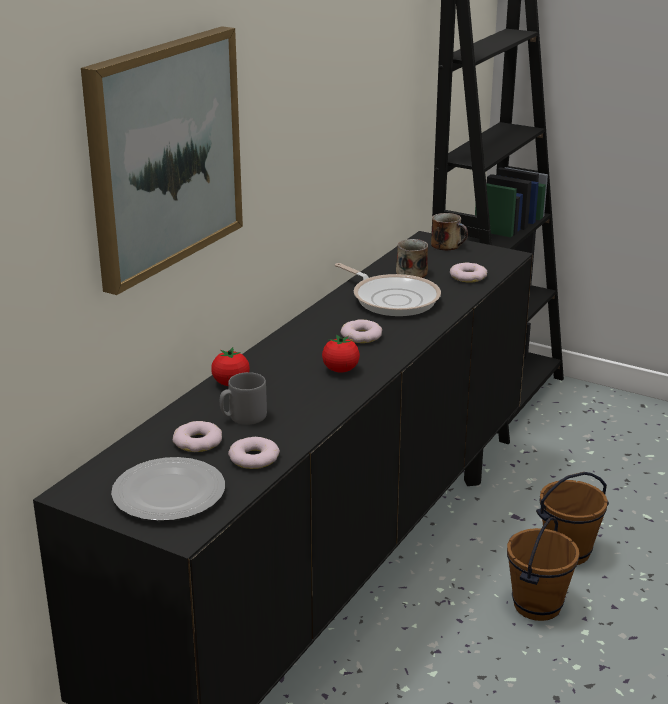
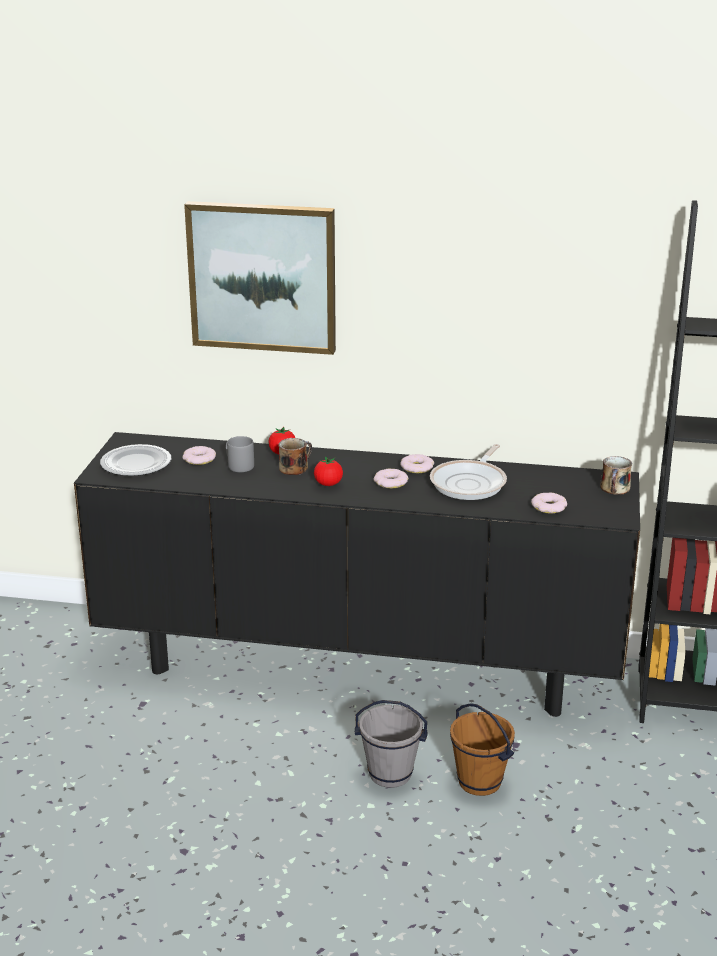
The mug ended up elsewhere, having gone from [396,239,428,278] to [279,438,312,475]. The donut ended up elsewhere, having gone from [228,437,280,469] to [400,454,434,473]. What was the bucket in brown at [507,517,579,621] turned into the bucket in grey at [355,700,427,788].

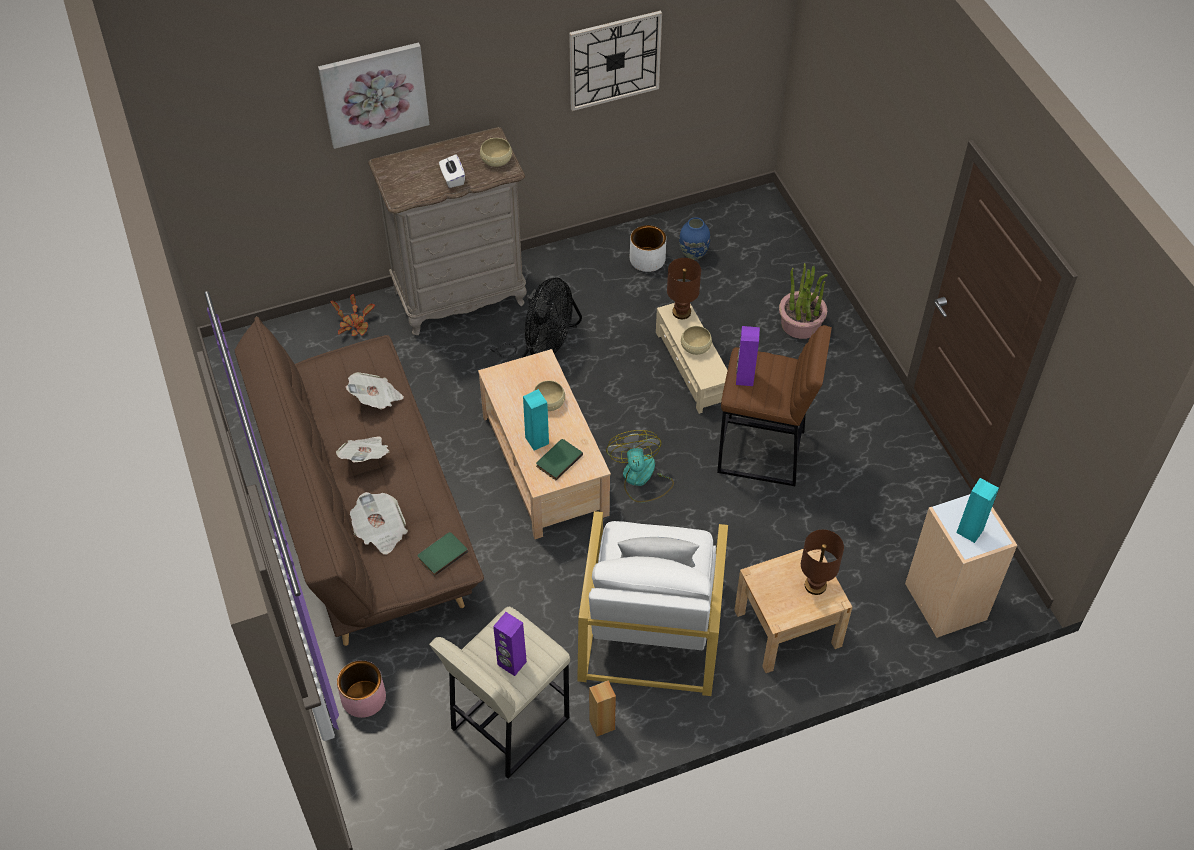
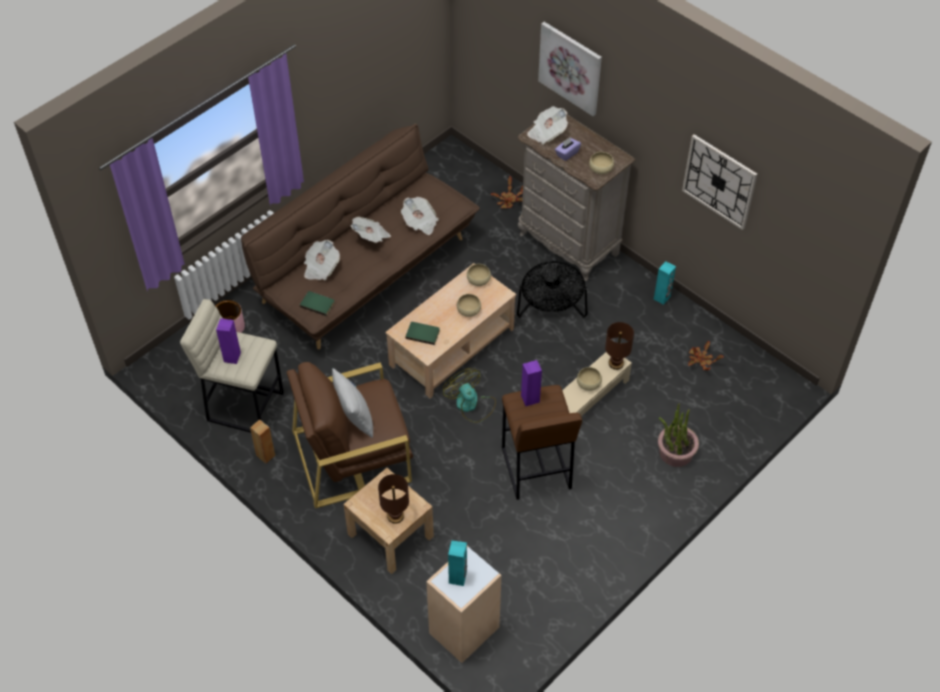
What was the tissue box in white at [439,154,465,188] turned into the tissue box in purple at [555,137,581,161]. Where the vase in blue stood at [679,217,710,260], the potted plant came to stand at [688,341,724,370]. The second view lost the planter in white at [630,225,666,272]. The speaker in turquoise ended up elsewhere, having gone from [523,389,549,450] to [654,261,676,305]. The fan at [606,430,674,502] ended up facing another way, 90 degrees counterclockwise from before. What was the armchair in white at [577,511,728,696] turned into the armchair in brown at [286,362,413,508]. The second view gained the newspaper at [527,106,568,145]. The second view gained the bowl in beige at [467,264,491,286].

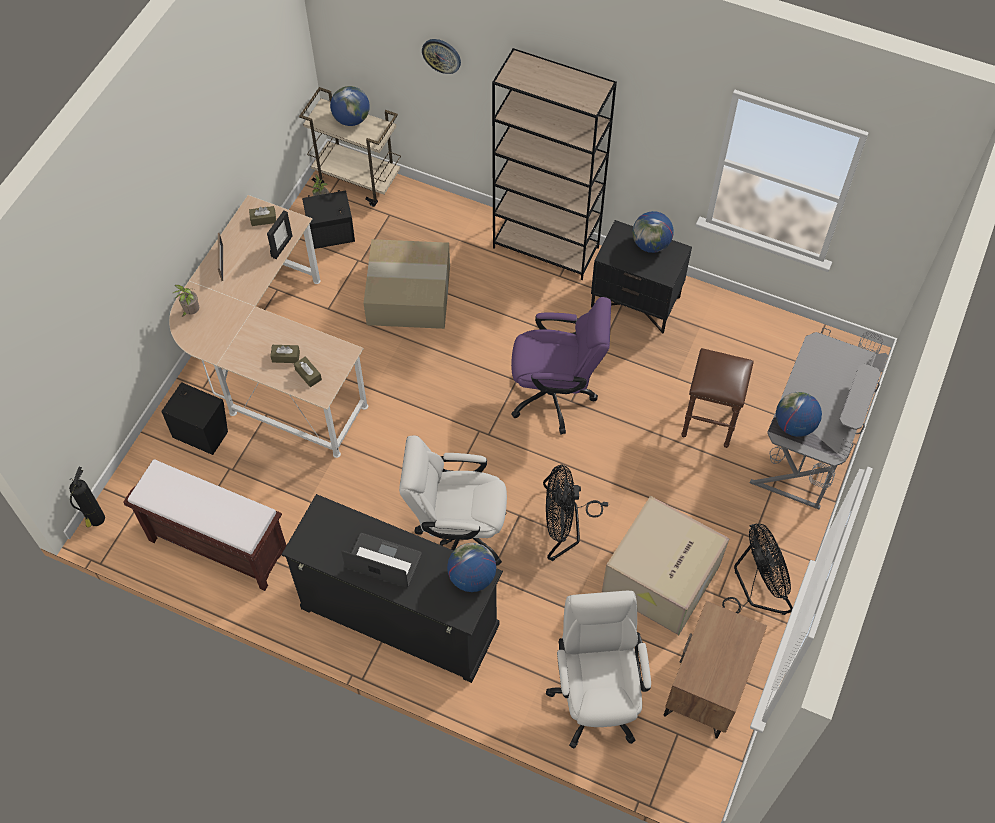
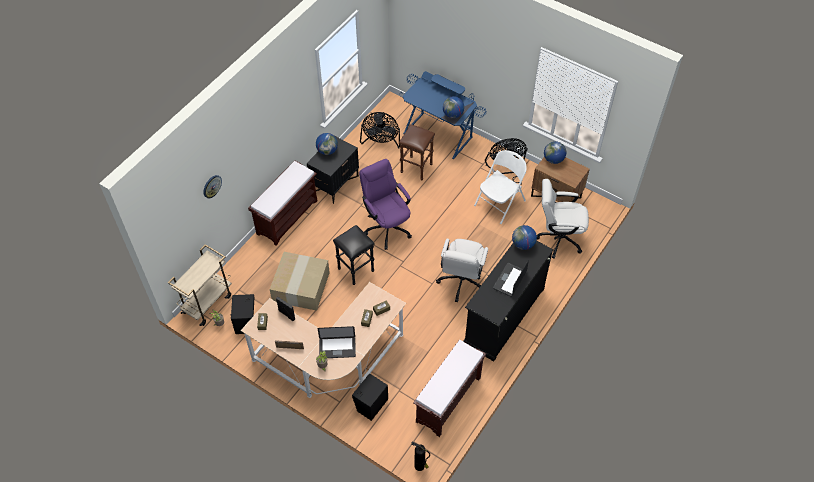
Where the bookcase in beige stood at [492,48,617,280], the bench in brown came to stand at [248,160,317,246]. The globe ended up elsewhere, having gone from [330,86,370,126] to [544,141,566,164]. The office chair in purple at [511,297,611,434] ended up facing another way, 45 degrees counterclockwise from before. What was the desk in grey at [750,328,888,509] turned into the desk in blue at [399,71,486,160]. The fan in black ended up elsewhere, having gone from [543,464,610,561] to [360,112,400,149]. Where the cardboard box stood at [602,496,730,635], the chair in white came to stand at [474,150,527,224]. The second view gained the stool in black at [333,225,375,285]. The second view gained the laptop at [318,326,356,358].

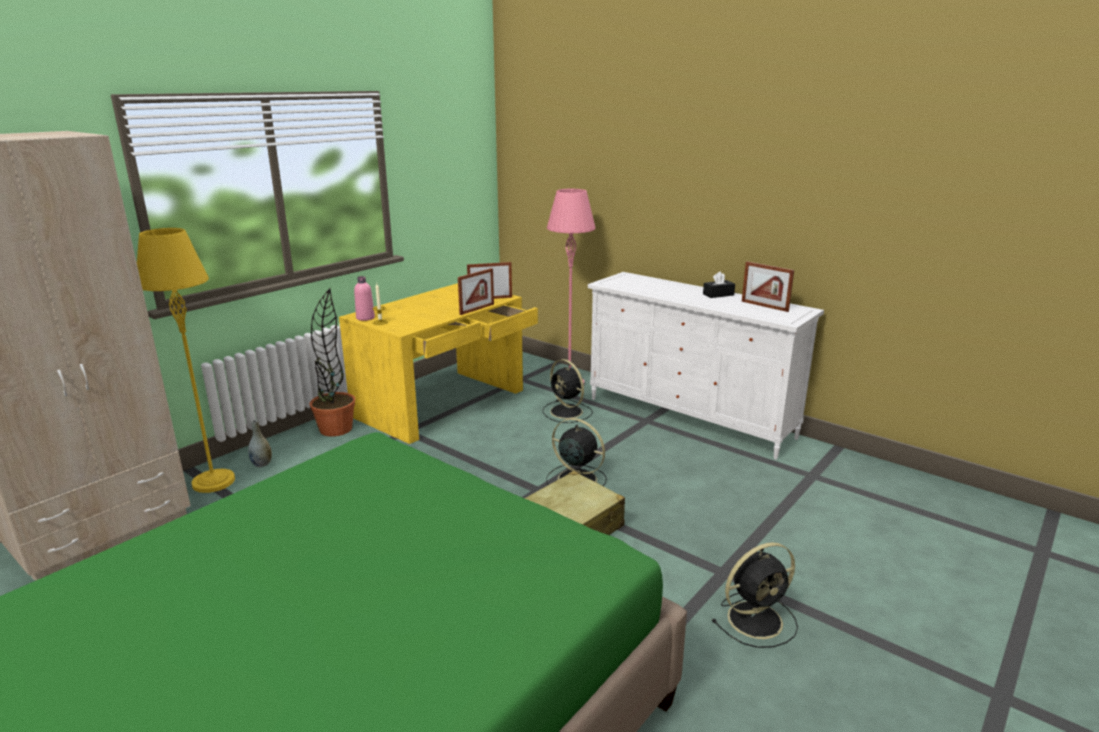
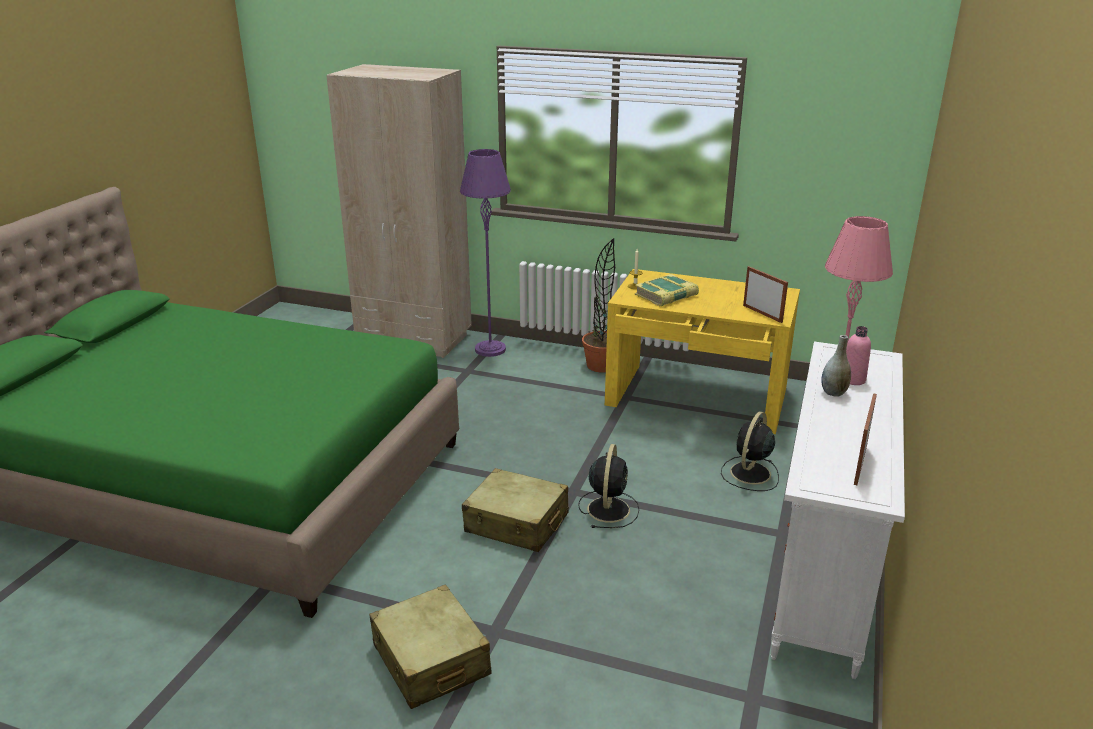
What was the floor lamp in yellow at [137,228,235,493] turned into the floor lamp in purple at [460,149,511,357]. The second view lost the picture frame at [458,268,494,315]. The second view lost the tissue box in black at [703,271,735,298]. The bottle in pink ended up elsewhere, having gone from [354,276,375,321] to [846,326,871,385]. The vase in grey ended up elsewhere, having gone from [248,420,272,467] to [821,335,851,397]. Where the fan in black stood at [711,542,798,648], the suitcase in beige came to stand at [369,584,492,709]. The second view gained the book at [635,274,699,306].

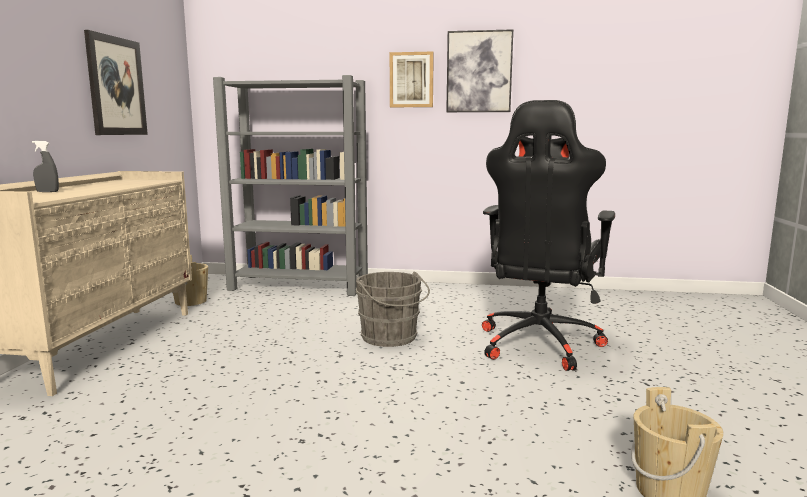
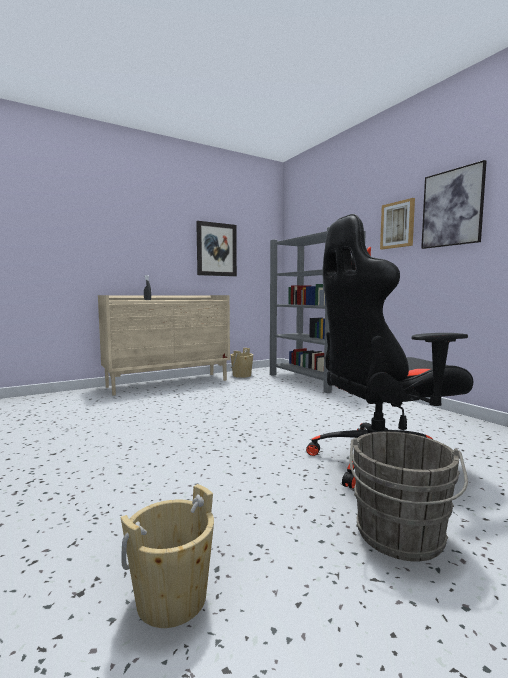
The bucket in grey ended up elsewhere, having gone from [355,272,430,347] to [350,432,468,562].

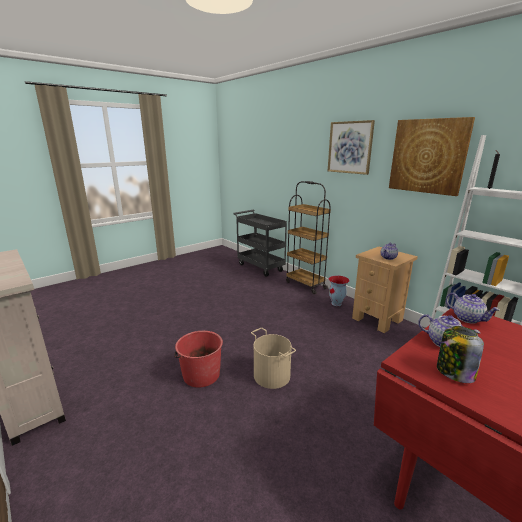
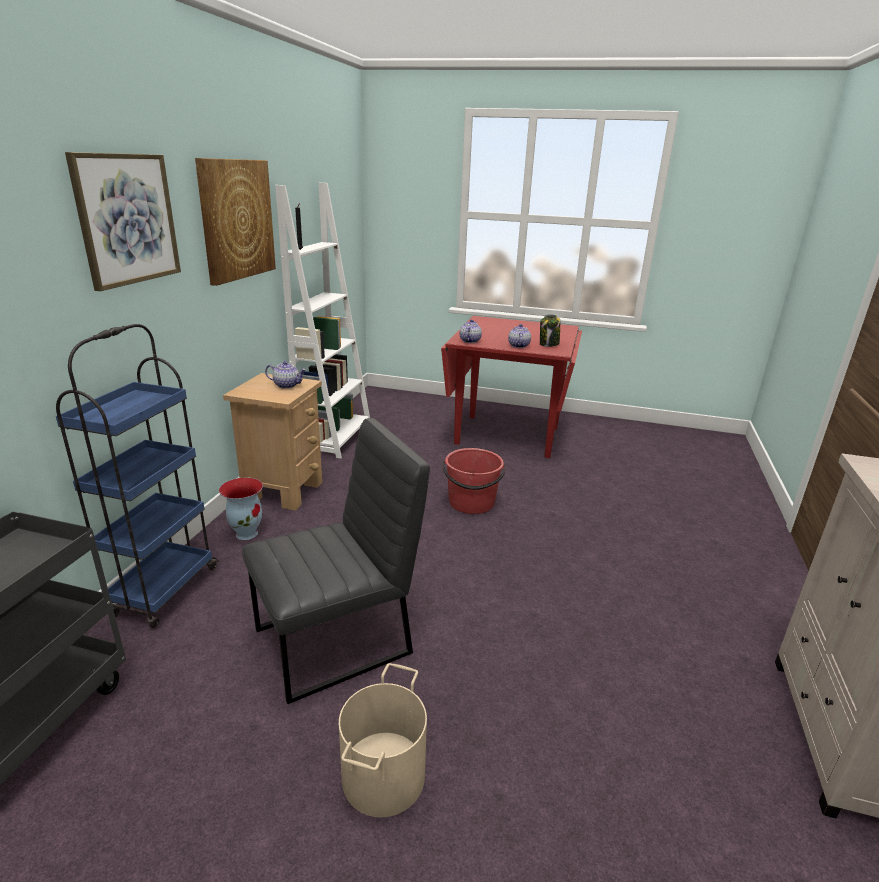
What was the cart in brown at [286,181,331,294] turned into the cart in blue at [56,324,219,628]. The bucket in beige ended up elsewhere, having gone from [251,328,296,389] to [339,663,427,818]. The bucket in red ended up elsewhere, having gone from [174,331,223,388] to [443,448,505,514]. The second view gained the chair in grey at [242,418,430,704].

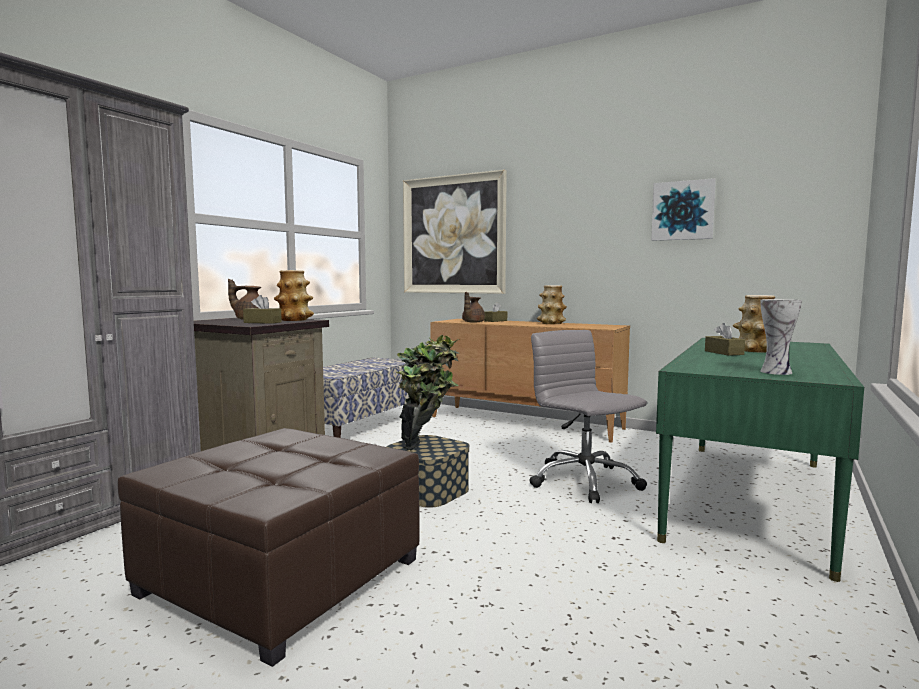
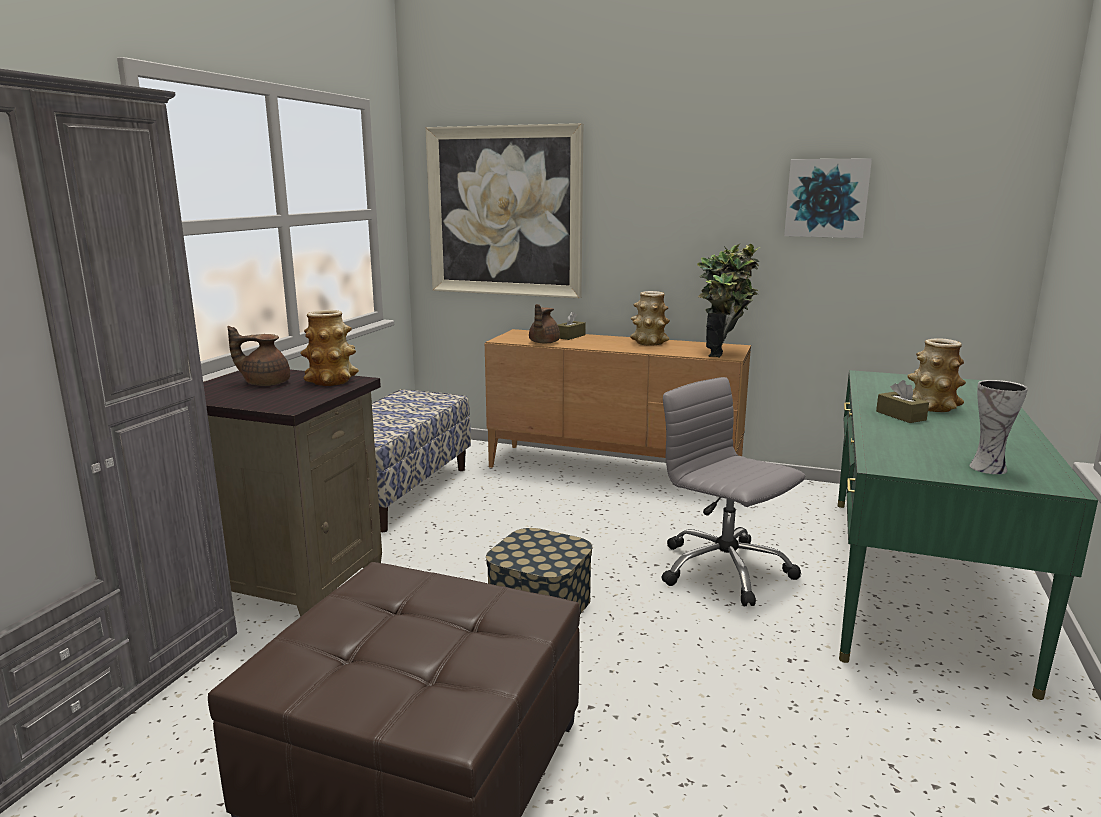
The second view lost the tissue box in brown at [243,295,282,324]. The potted plant ended up elsewhere, having gone from [396,335,460,450] to [697,243,760,358].

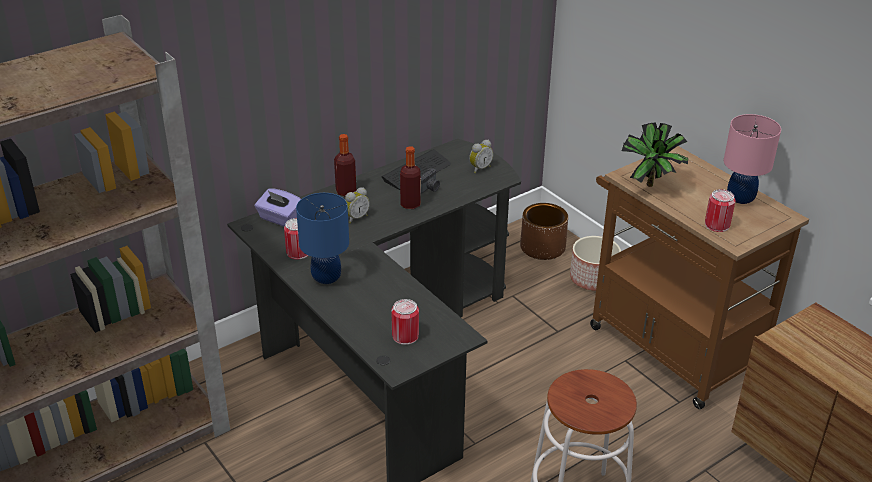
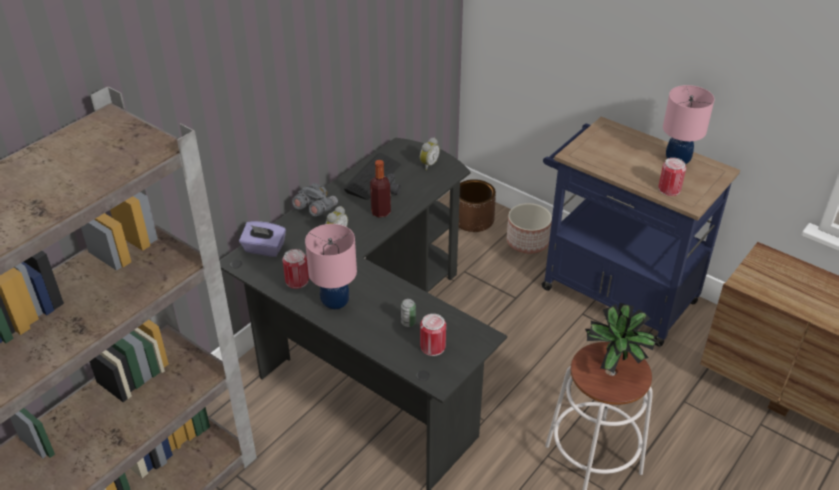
The potted plant ended up elsewhere, having gone from [622,122,688,187] to [585,303,658,373]. Where the bottle stood at [334,134,356,196], the binoculars in grey came to stand at [292,183,338,216]. What was the cart in brown at [590,146,809,409] turned into the cart in blue at [542,117,740,347]. What was the table lamp in blue at [296,193,349,284] turned into the table lamp in pink at [305,224,357,309]. The second view gained the can at [401,299,416,327].

